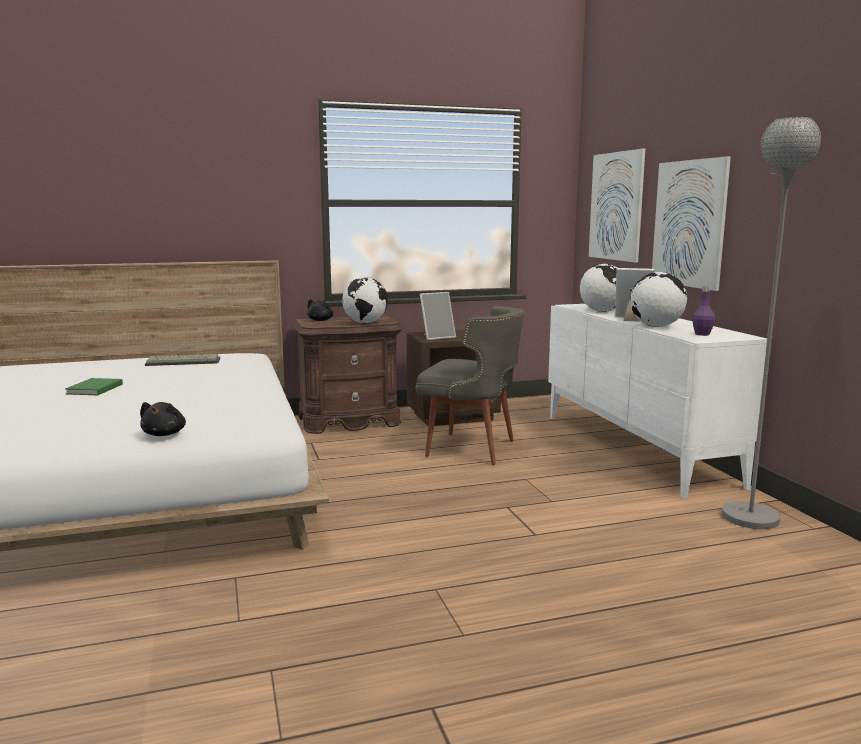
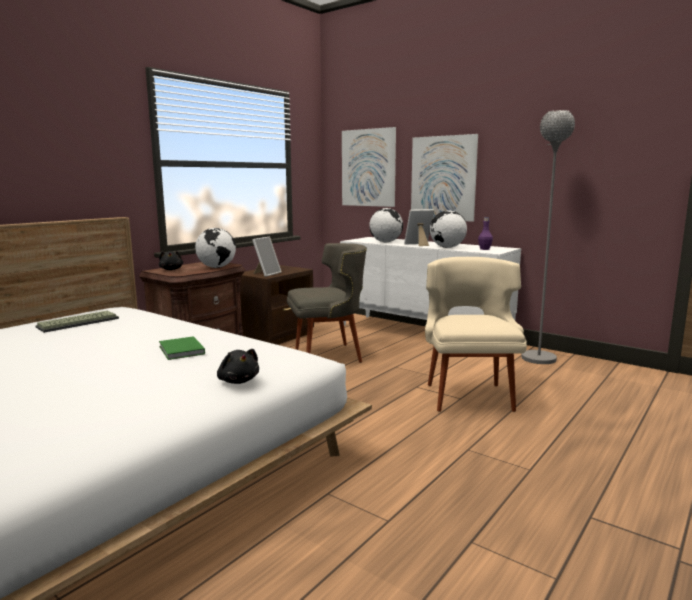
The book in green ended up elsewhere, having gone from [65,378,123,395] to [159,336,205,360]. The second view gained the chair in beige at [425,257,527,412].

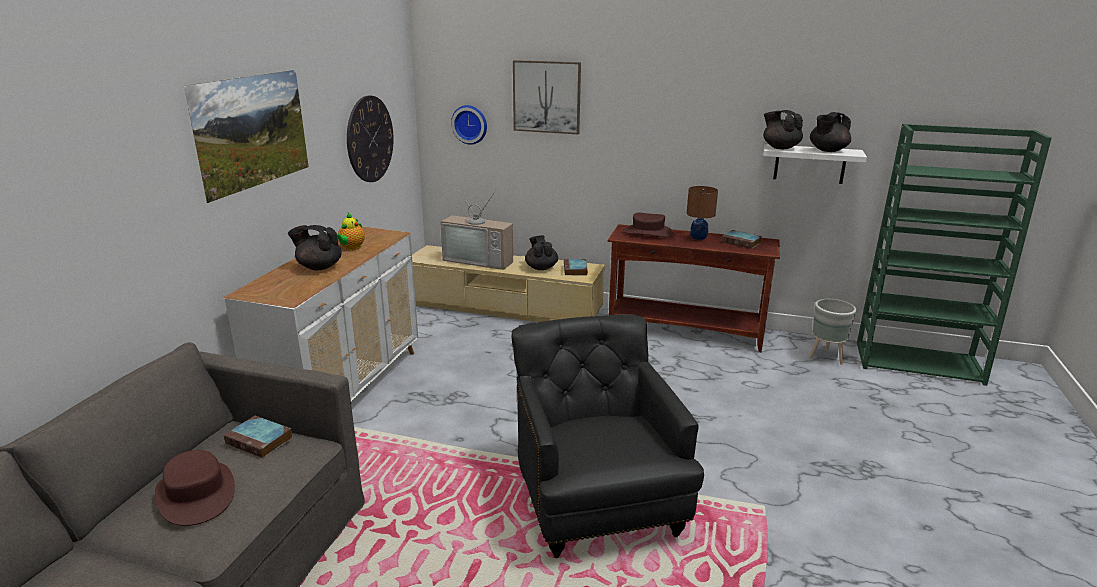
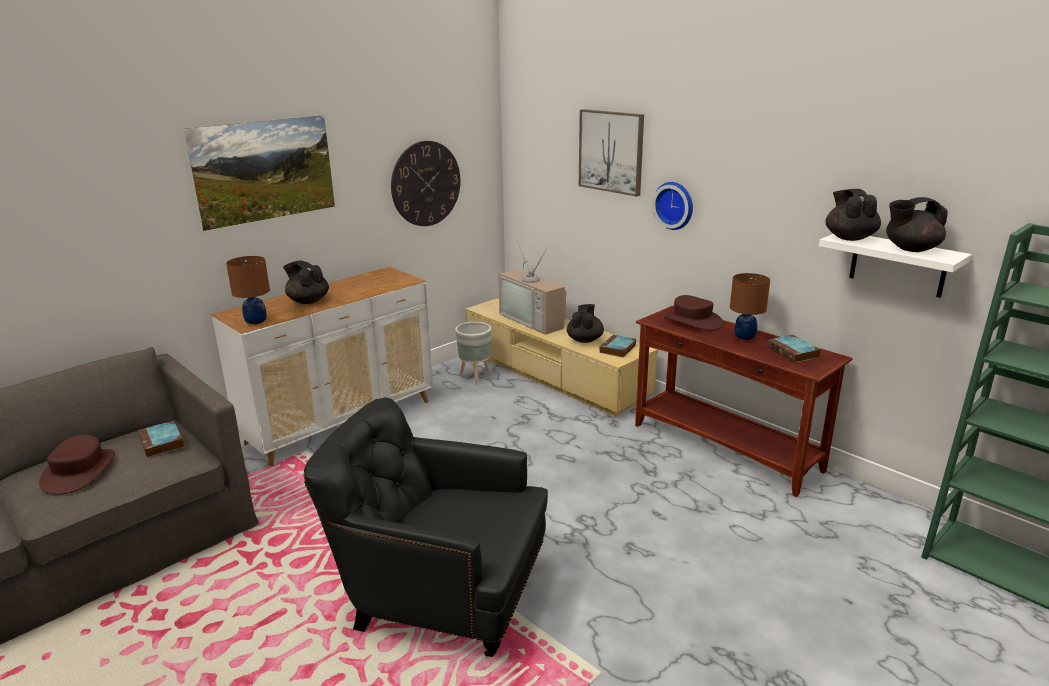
The wall clock ended up elsewhere, having gone from [451,105,487,145] to [652,182,693,230]. The second view lost the teapot at [337,213,365,250]. The planter in grey ended up elsewhere, having gone from [809,299,856,365] to [455,322,491,385]. The armchair in black at [512,314,704,558] ended up facing another way, 90 degrees counterclockwise from before. The second view gained the table lamp in brown at [226,256,270,324].

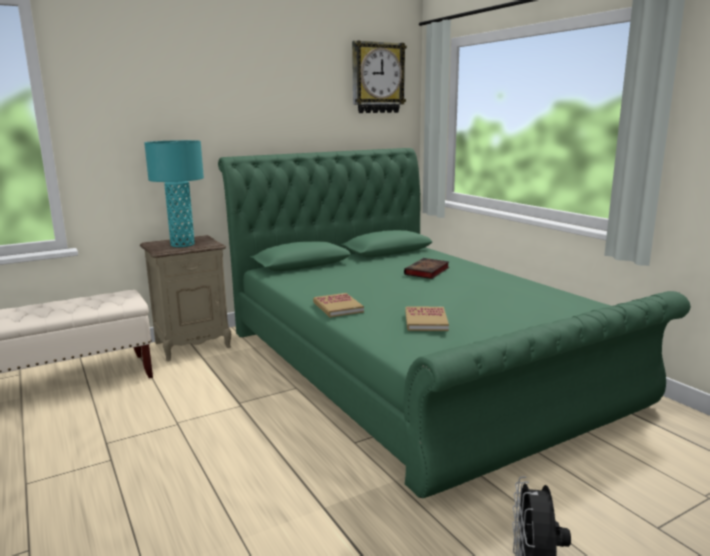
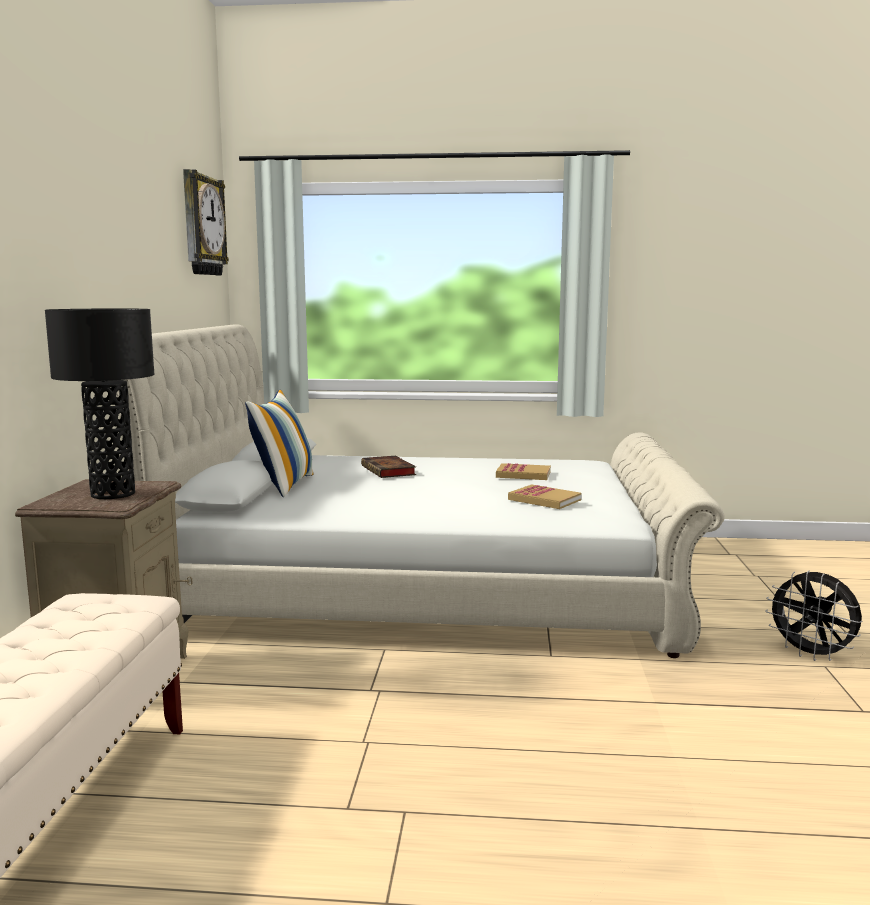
What was the table lamp in turquoise at [144,140,204,247] turned into the table lamp in black at [45,309,154,499]. What was the bed in green at [218,148,691,498] turned into the bed in beige at [116,324,725,658]. The book ended up elsewhere, having gone from [313,293,364,317] to [496,463,551,480]. The second view gained the pillow at [245,389,314,497].

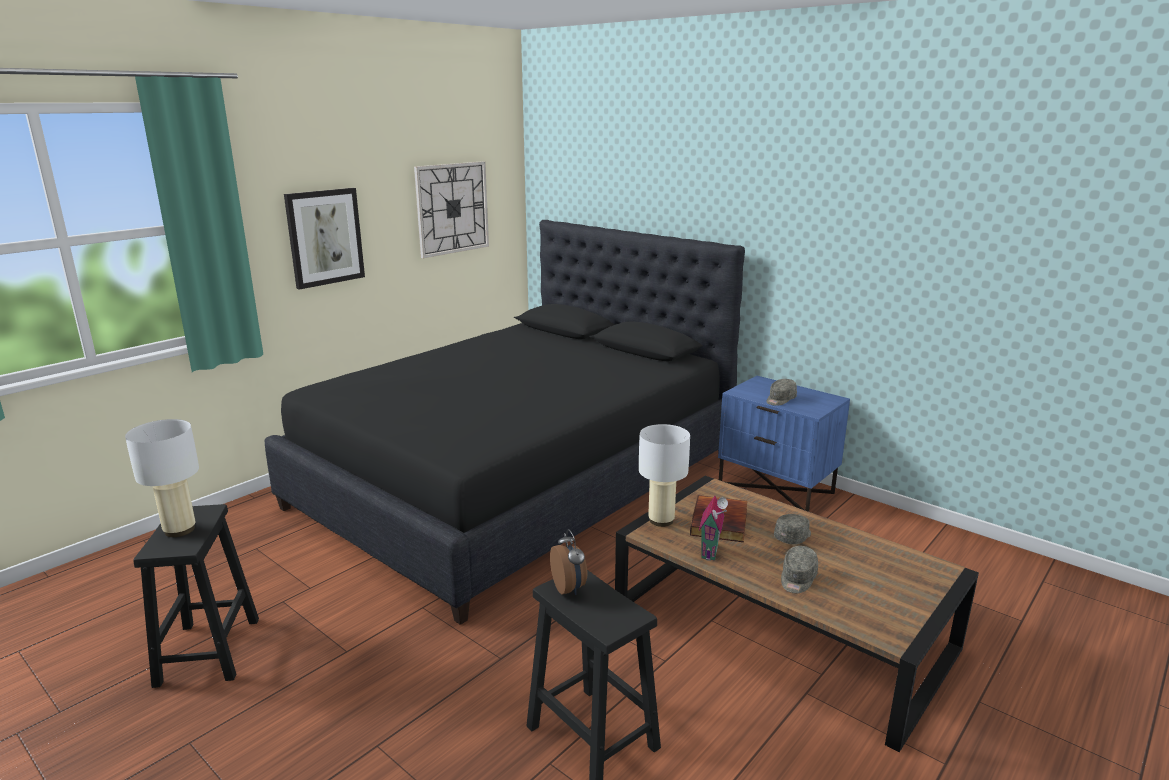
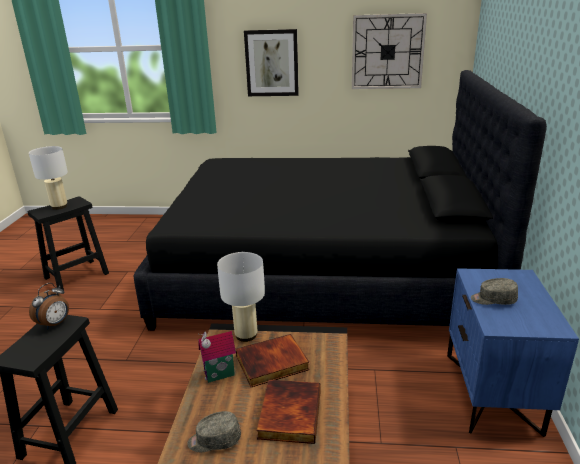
Where the cap in grey stood at [774,514,811,544], the book came to stand at [257,380,321,444].

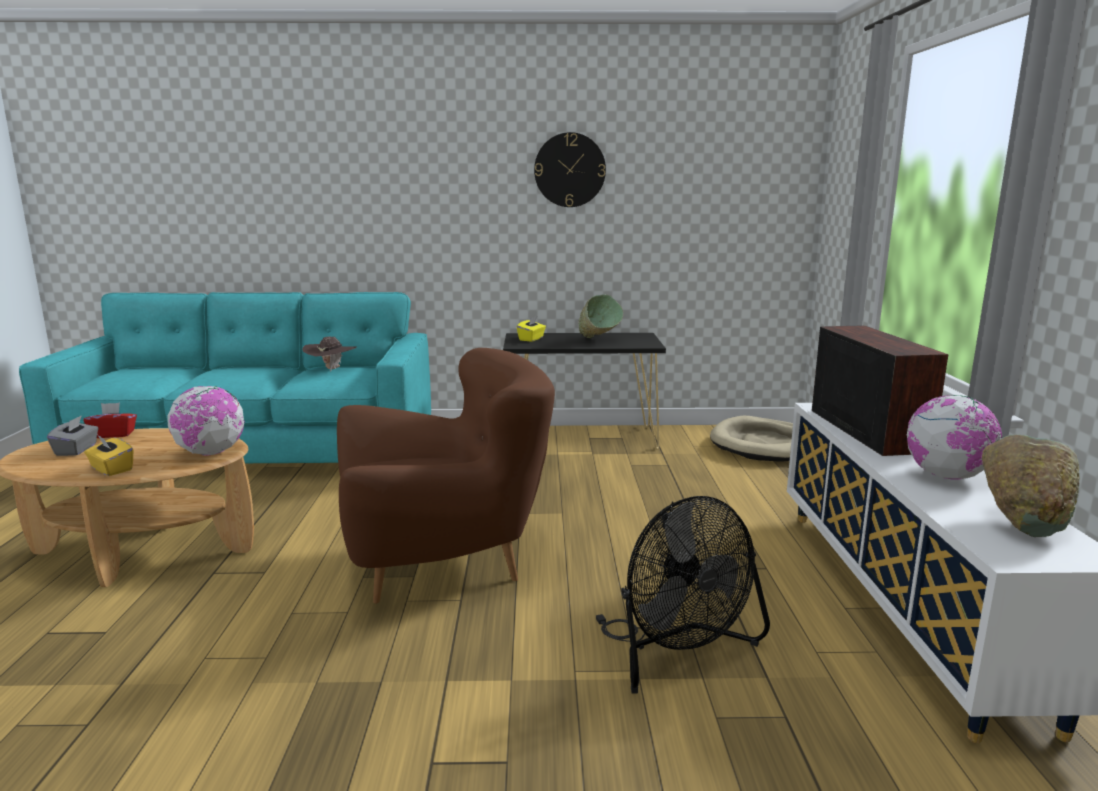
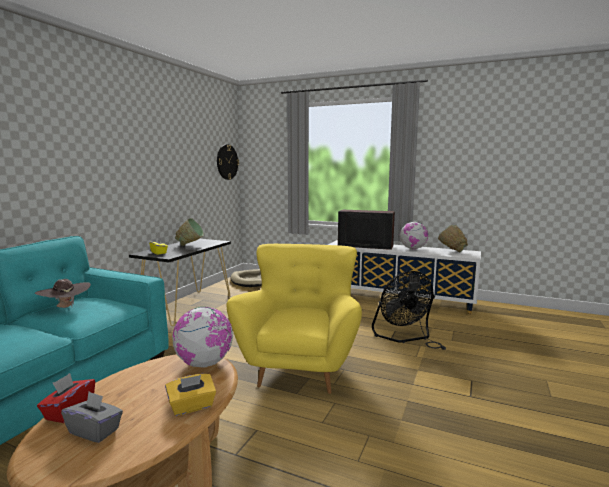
The wall clock ended up elsewhere, having gone from [534,132,606,207] to [217,144,239,180]. What was the armchair in brown at [337,348,555,604] turned into the armchair in yellow at [226,244,362,394]. The fan in black at [596,496,770,693] ended up facing another way, 105 degrees counterclockwise from before.

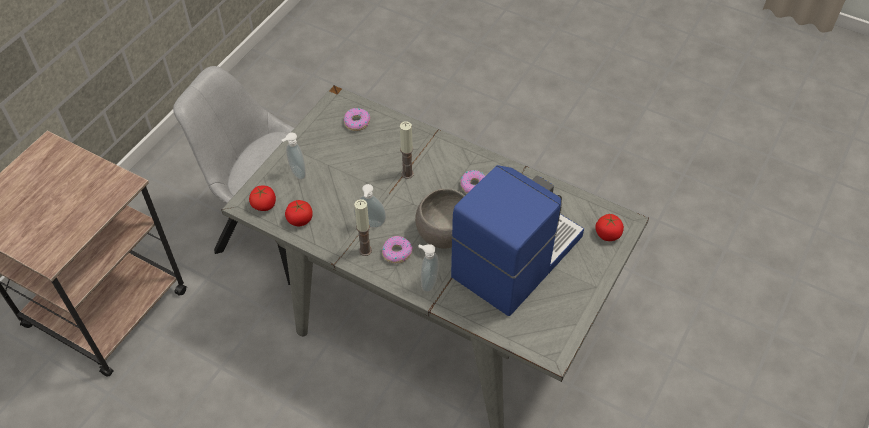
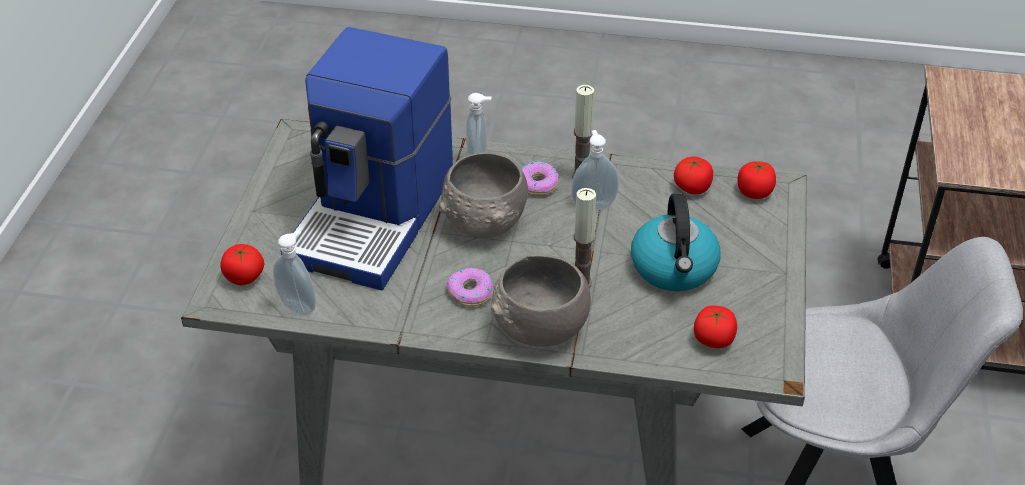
Where the donut stood at [344,108,370,131], the tomato came to stand at [694,306,737,348]. The soap dispenser ended up elsewhere, having gone from [282,132,306,180] to [273,230,316,316]. The second view gained the kettle at [631,193,721,291]. The second view gained the bowl in grey at [491,254,591,347].

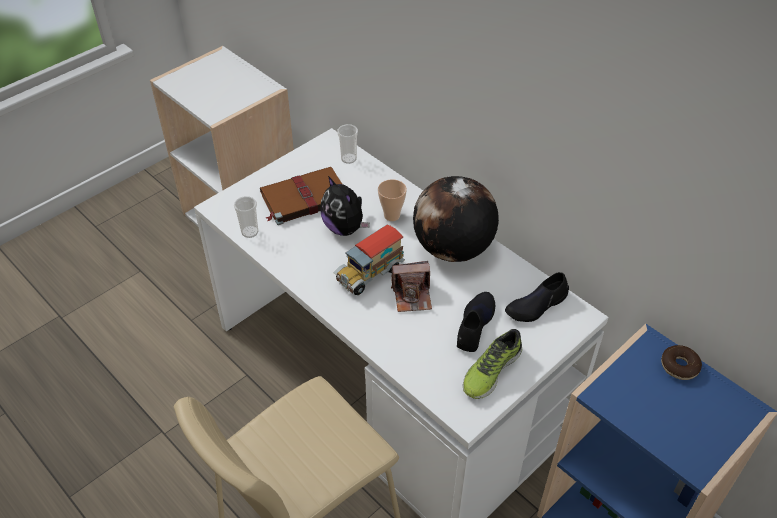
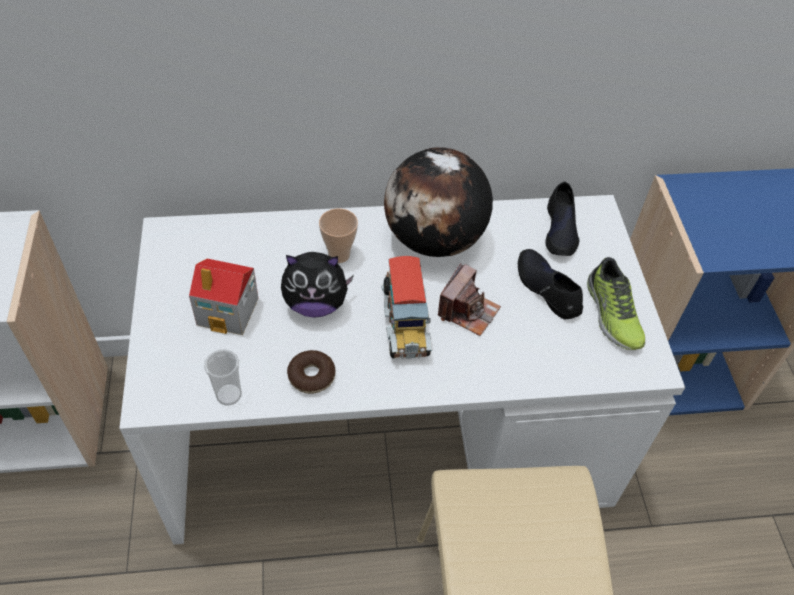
The second view lost the cup at [337,124,358,164]. Where the book in brown stood at [260,167,342,225], the toy house came to stand at [189,259,258,335]. The donut ended up elsewhere, having gone from [661,345,702,380] to [287,350,336,394].

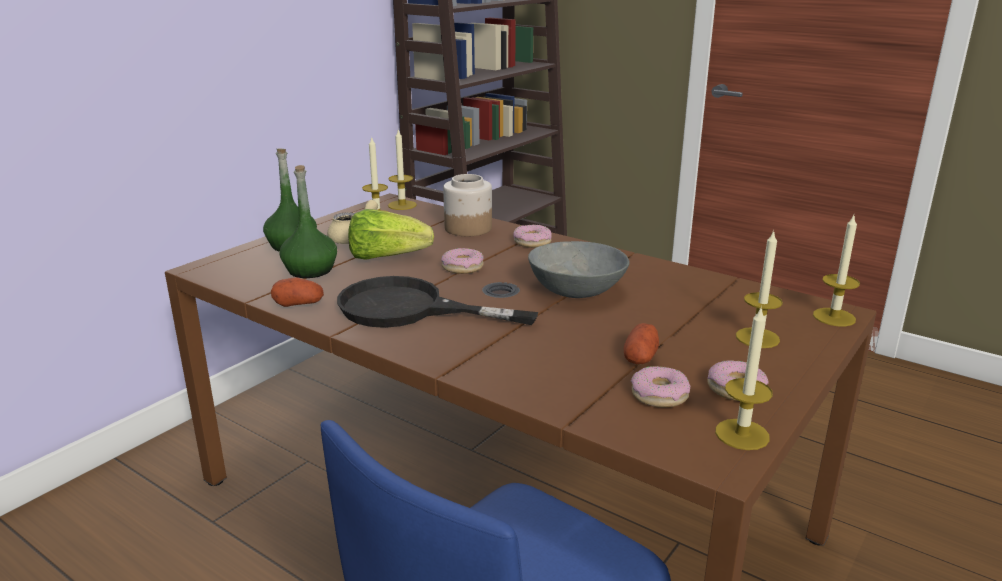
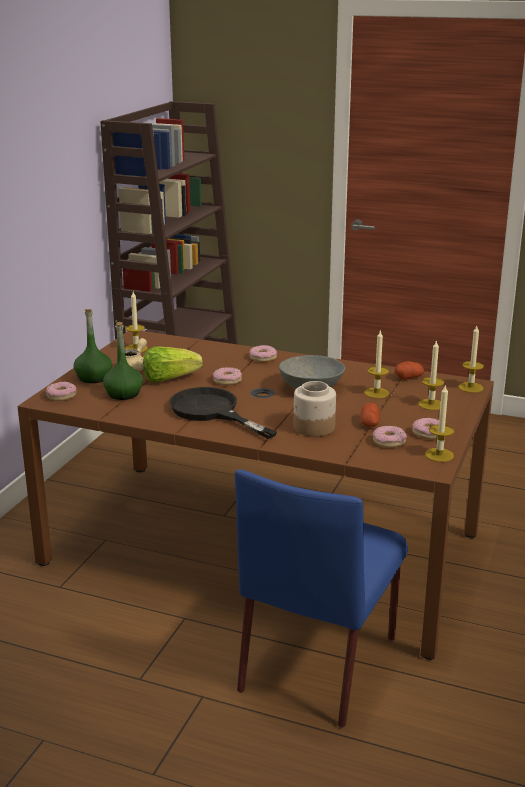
The candle ended up elsewhere, having gone from [388,130,417,210] to [364,331,390,398]. The jar ended up elsewhere, having gone from [443,174,492,236] to [294,381,336,437]. The frying pan in black at [337,276,538,328] ended up facing another way, 45 degrees clockwise from before. The potato ended up elsewhere, having gone from [271,277,324,307] to [395,361,424,380]. The second view gained the donut at [46,381,76,401].

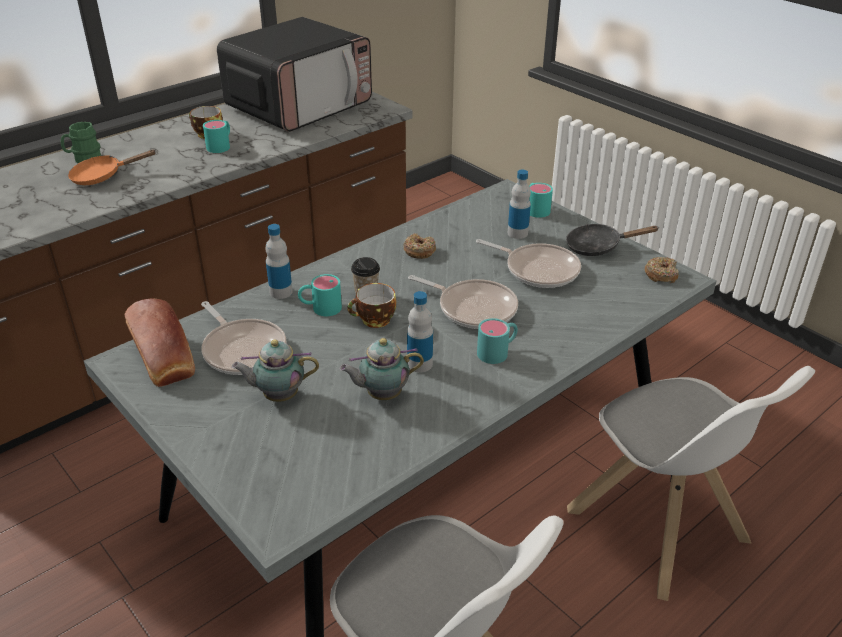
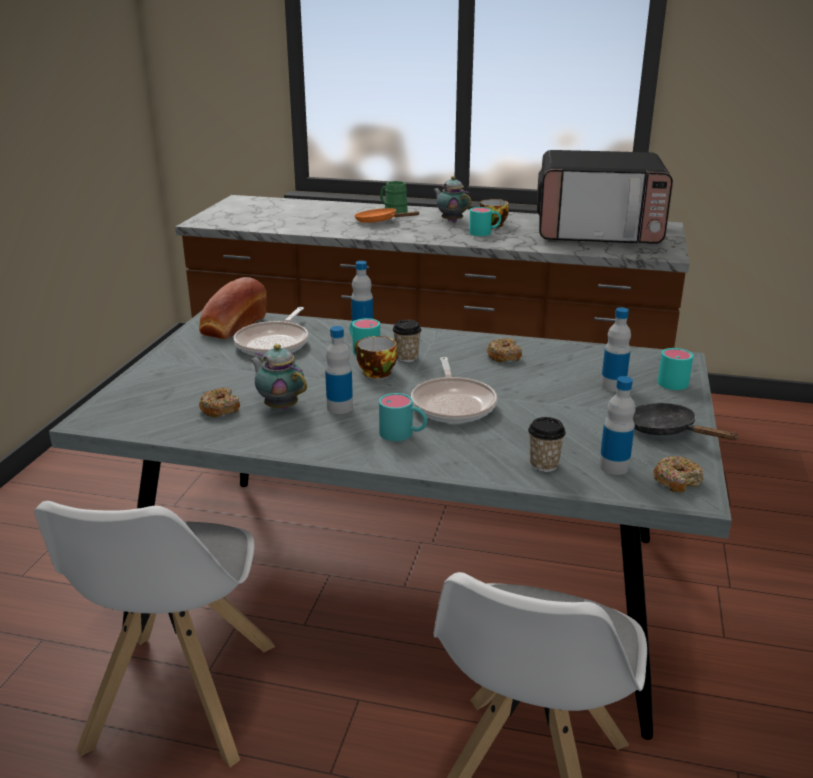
The second view lost the frying pan at [476,239,581,288]. The teapot ended up elsewhere, having gone from [232,339,319,402] to [433,176,471,222]. The second view gained the bottle at [599,376,636,475]. The second view gained the donut at [199,388,240,417]. The second view gained the cup at [528,417,566,472].

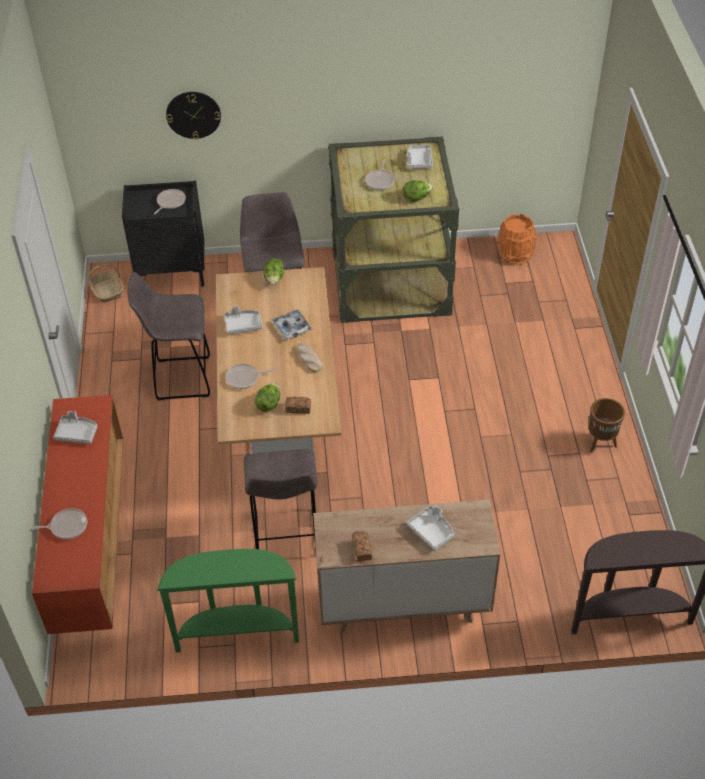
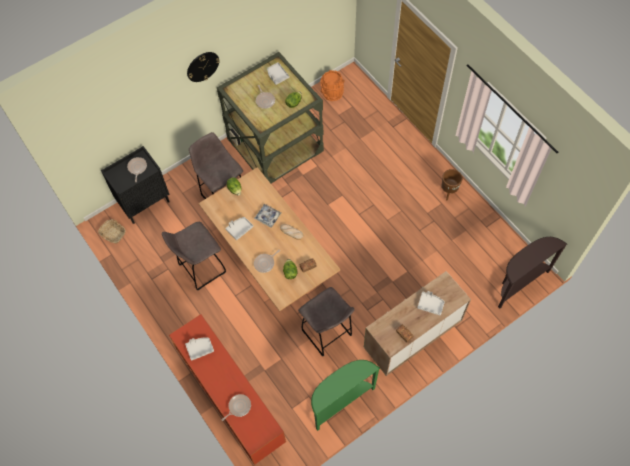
The wall clock ended up elsewhere, having gone from [166,92,221,139] to [187,52,220,82].

